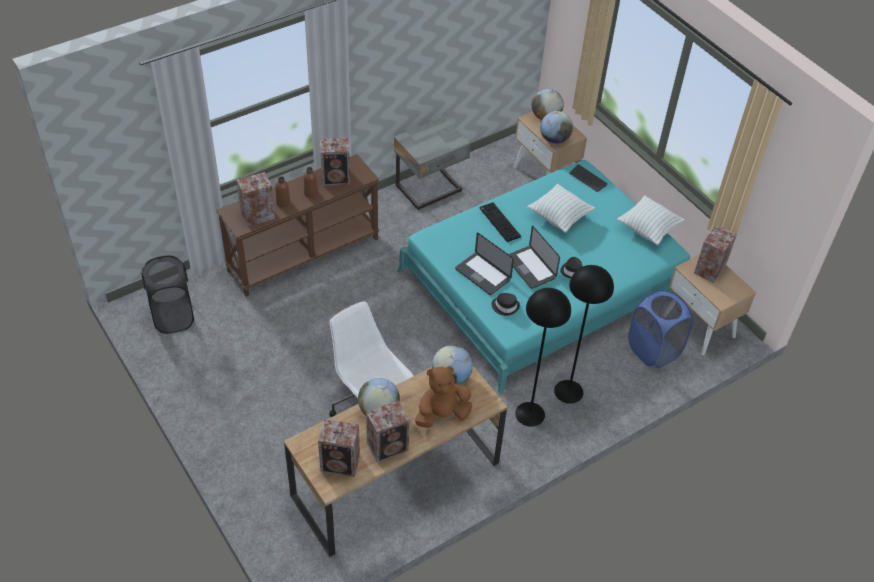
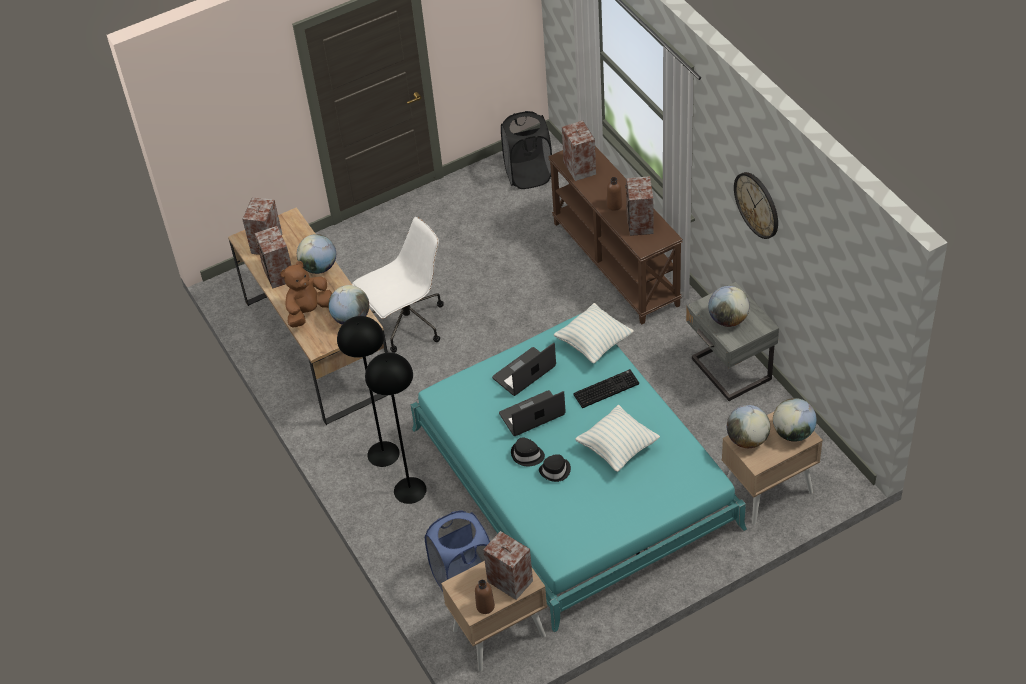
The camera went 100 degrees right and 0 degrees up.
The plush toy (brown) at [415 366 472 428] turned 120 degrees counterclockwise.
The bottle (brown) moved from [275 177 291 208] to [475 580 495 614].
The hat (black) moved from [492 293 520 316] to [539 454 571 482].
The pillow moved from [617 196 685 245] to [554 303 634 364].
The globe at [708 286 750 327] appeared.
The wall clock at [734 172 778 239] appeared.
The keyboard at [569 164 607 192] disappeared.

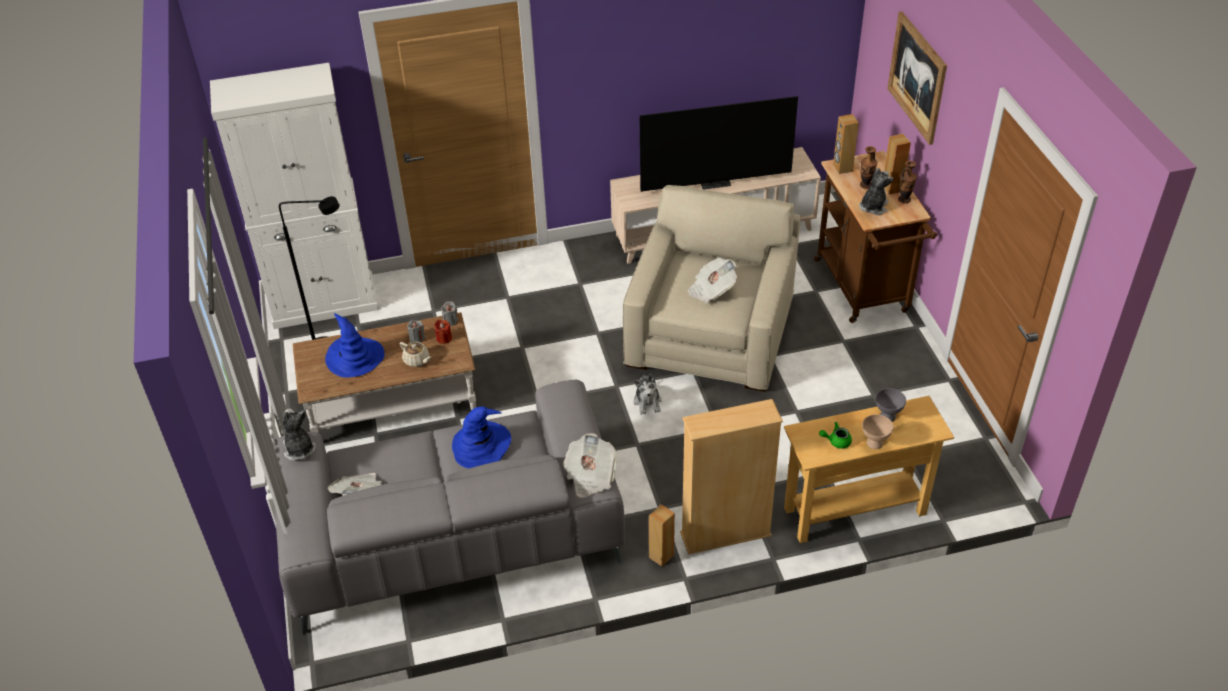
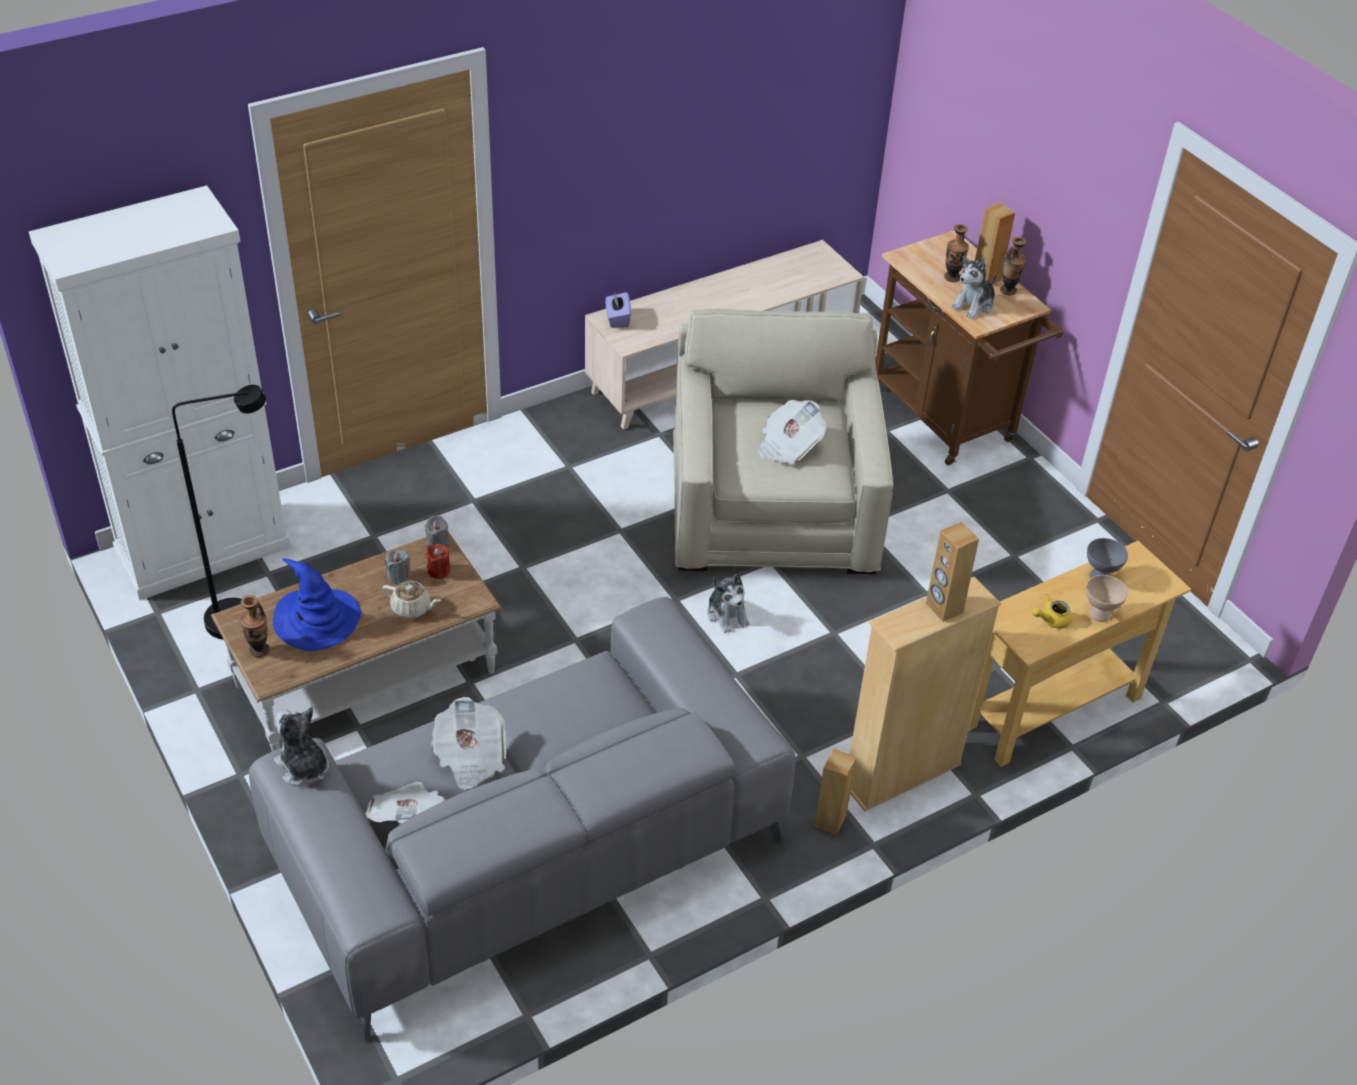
The camera went 20 degrees left and 0 degrees up.
The vase at [240 595 270 657] appeared.
The newspaper moved from [563 433 617 498] to [431 697 506 790].
The tissue box (purple) at [605 291 631 328] appeared.
The speaker (brown) moved from [833 114 859 174] to [926 522 979 621].
The plush toy at [859 168 894 215] turned 150 degrees counterclockwise.
The teapot (green) at [819 422 852 449] became the teapot (yellow) at [1032 594 1072 629].
The hat (blue) at [452 406 511 468] disappeared.
The television at [640 96 798 192] disappeared.
The picture at [887 11 947 145] disappeared.

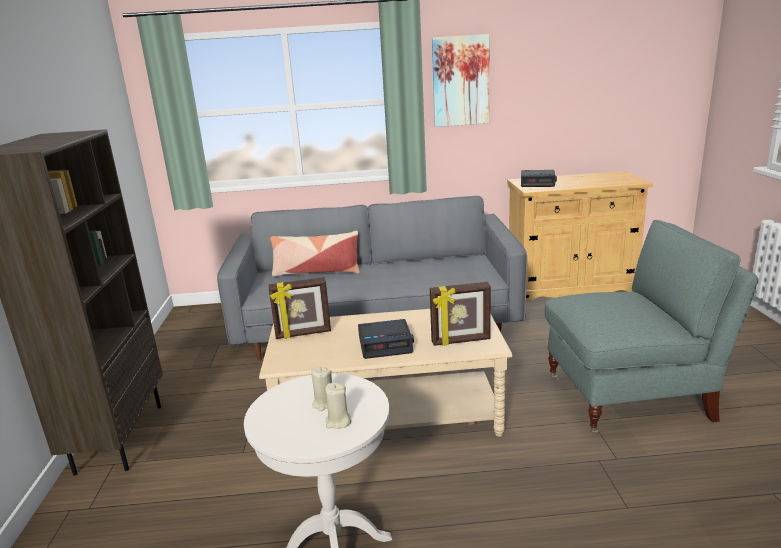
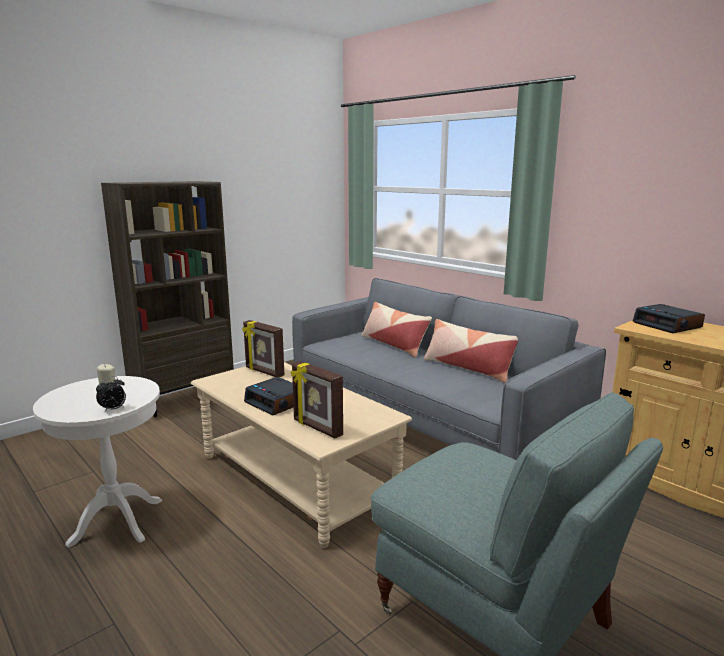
The camera went 50 degrees right and 5 degrees down.
The alarm clock at [96 376 126 412] appeared.
The pillow at [424 319 518 383] appeared.
The candle (beige) at [325 383 351 429] disappeared.
The picture at [432 34 489 127] disappeared.

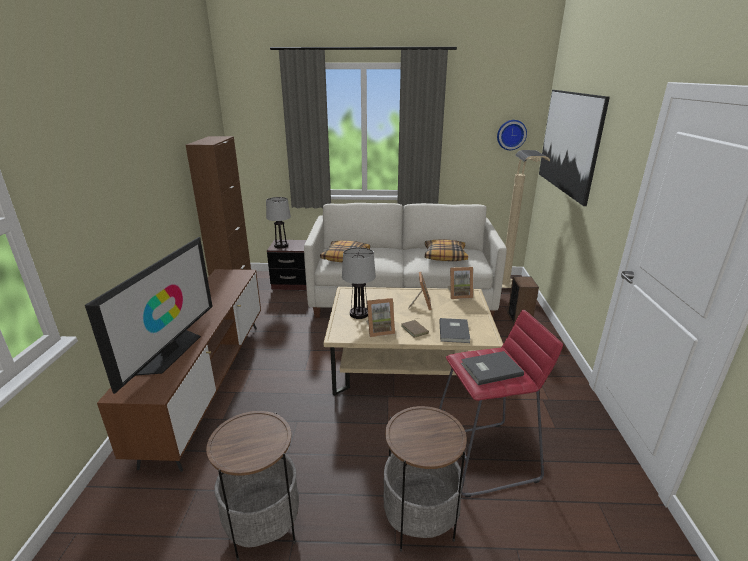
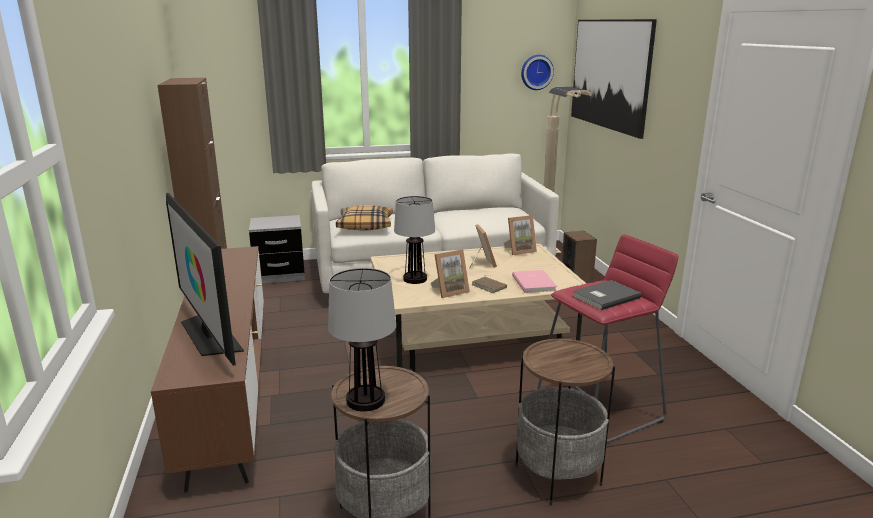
The camera went 15 degrees left and 5 degrees down.
The television at [85 237 213 394] turned 150 degrees clockwise.
The nightstand (brown) at [267 240 307 290] became the nightstand (grey) at [249 215 305 284].
The table lamp moved from [266 197 291 249] to [328 268 396 412].
The book (grey) at [439 318 470 343] became the book (pink) at [512 270 557 293].
The pillow at [425 240 468 261] disappeared.

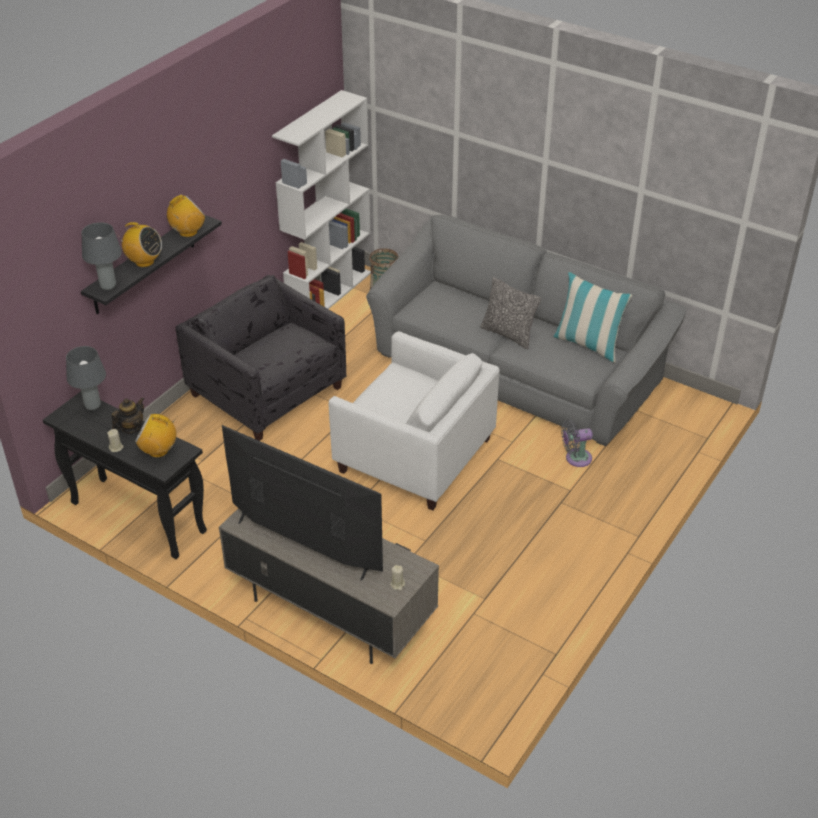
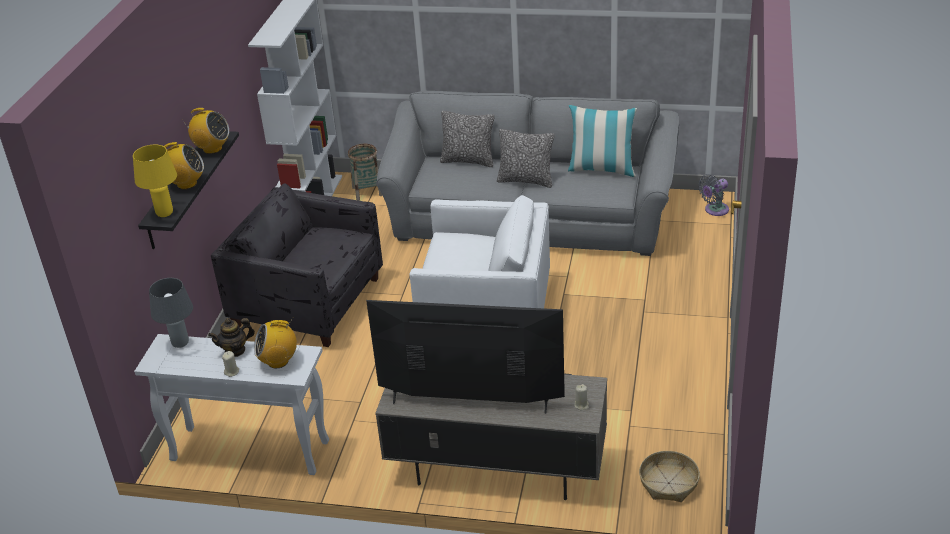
The camera went 20 degrees left and 5 degrees down.
The table lamp (grey) at [82 222 122 290] became the table lamp (yellow) at [133 145 177 217].
The console table (black) at [43 391 207 559] became the console table (white) at [134 334 329 475].
The radio at [167 195 205 237] turned 75 degrees clockwise.
The teapot at [111 397 144 434] turned 135 degrees counterclockwise.
The pillow at [440 111 495 167] appeared.
The basket at [639 451 700 502] appeared.
The fan (grey) moved from [561 420 593 467] to [698 174 729 216].

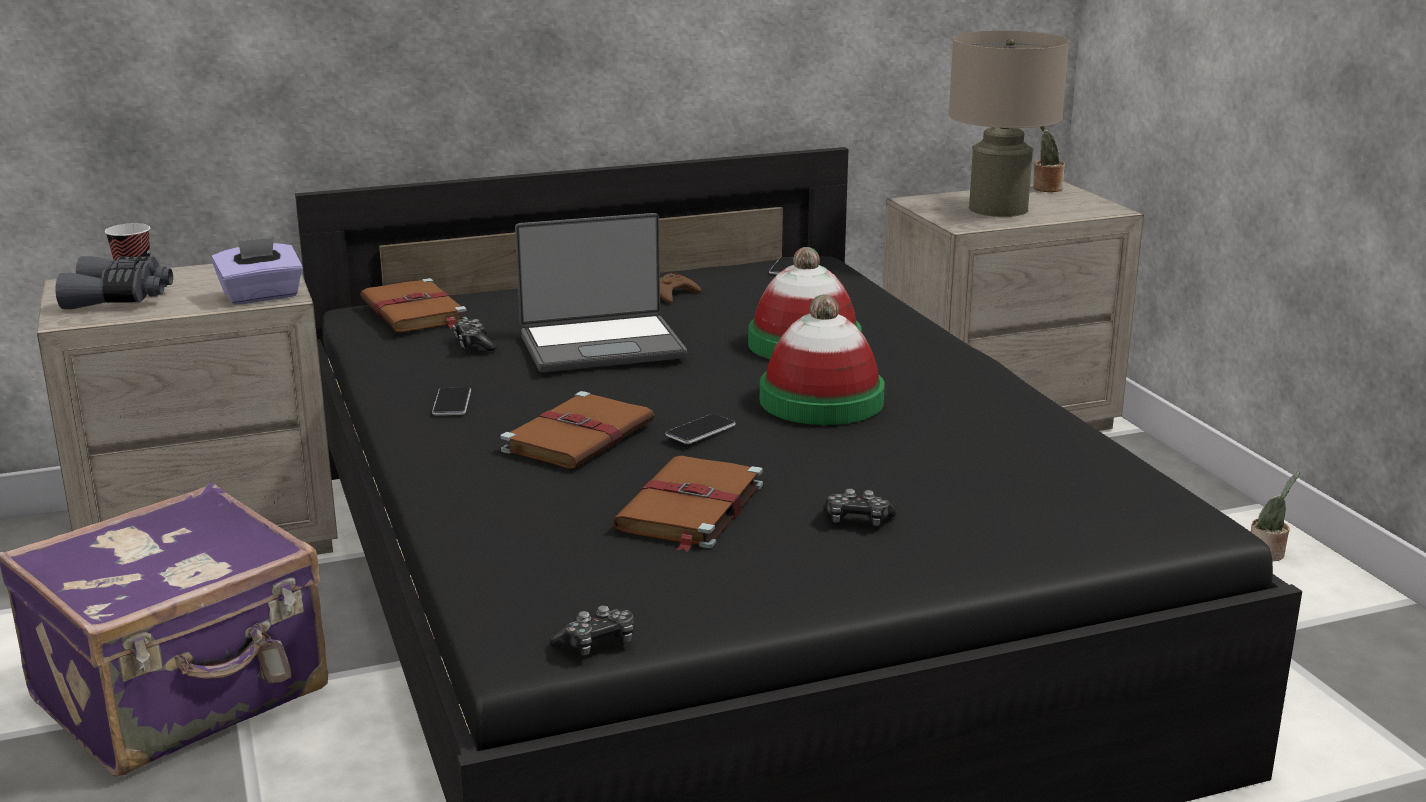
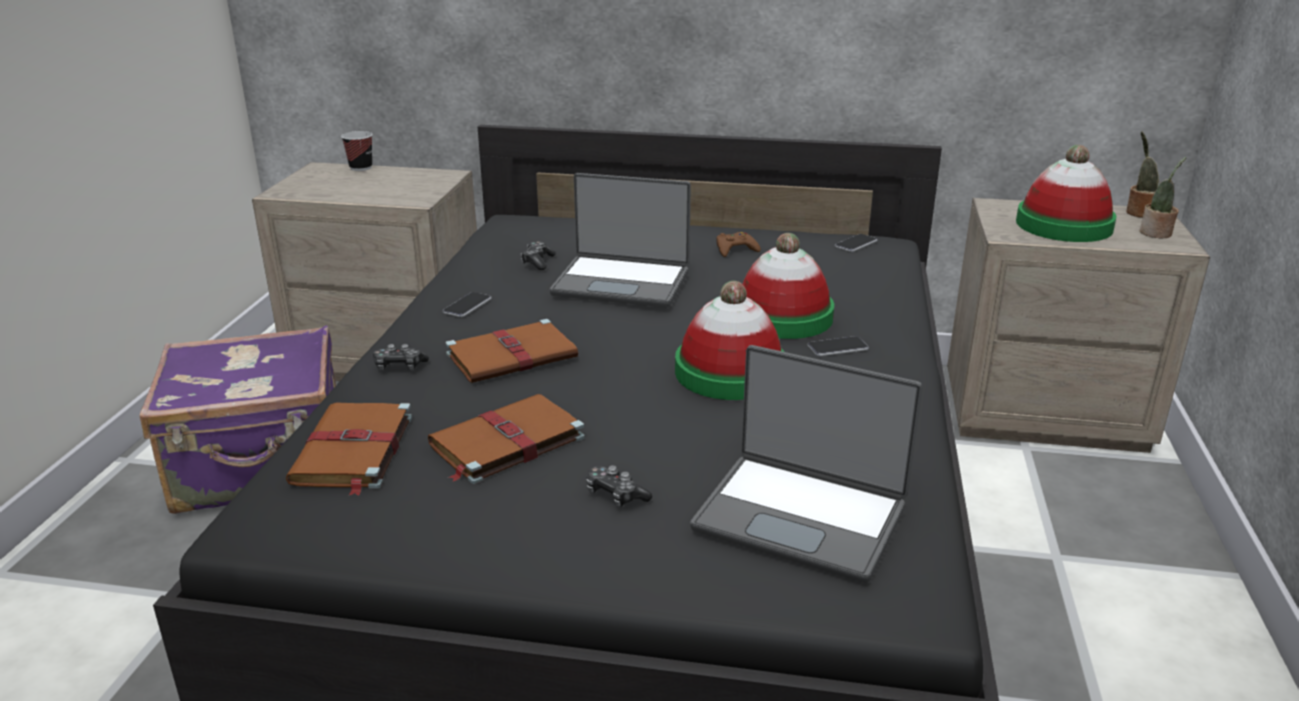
The camera went 30 degrees right and 5 degrees up.
The book (brown) moved from [360 278 468 332] to [286 402 412 496].
The game controller moved from [550 605 634 656] to [373 344 429 370].
The laptop at [690 345 922 583] appeared.
The phone moved from [666 414 735 444] to [807 336 869 356].
The table lamp (beige) at [948 31 1069 217] was replaced by the hat at [1016 145 1116 242].
The potted plant moved from [1251 471 1300 561] to [1140 157 1187 238].
The binoculars (grey) at [55 256 173 309] disappeared.
The tissue box (purple) at [211 237 303 305] disappeared.

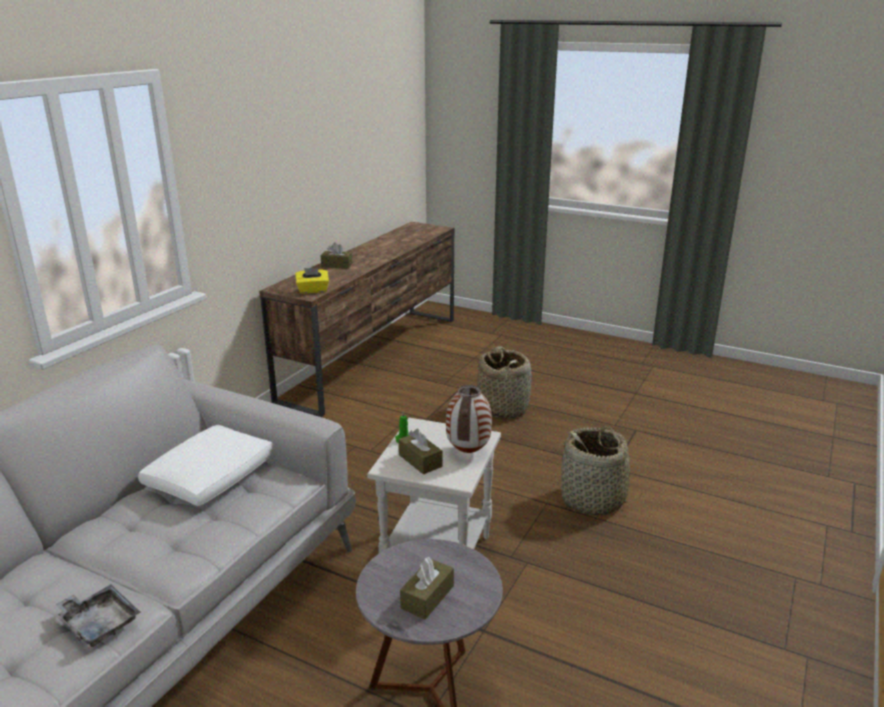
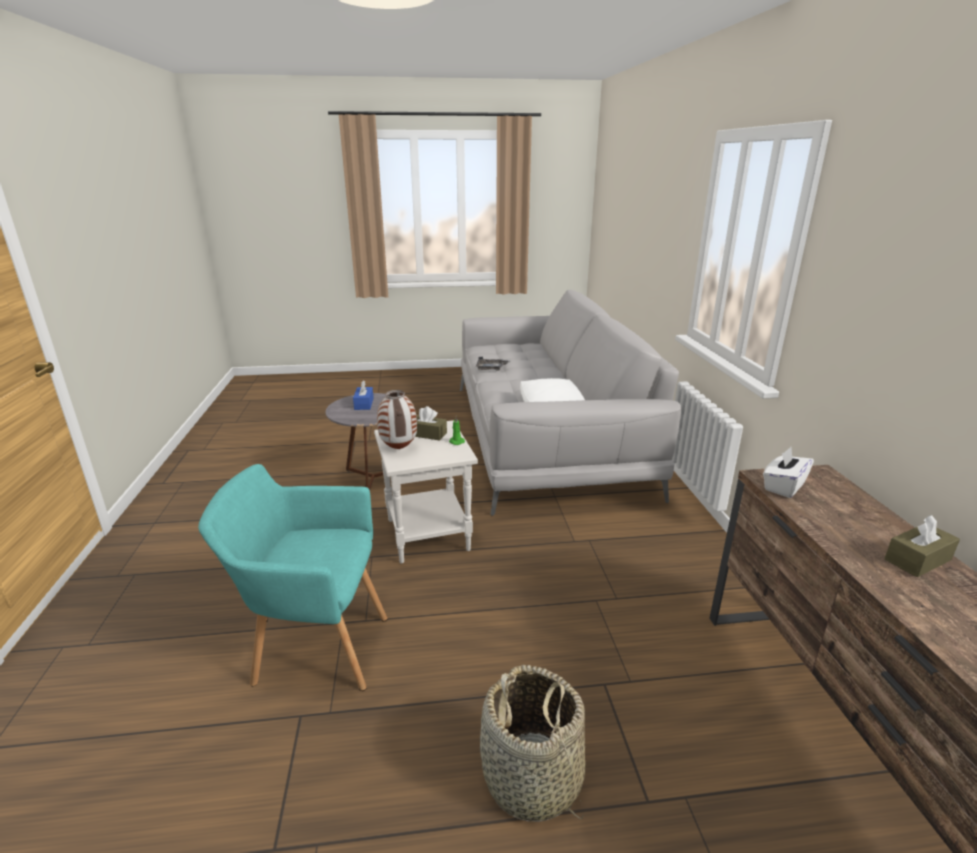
The camera went 145 degrees right and 0 degrees up.
The basket at [555 426 643 515] was replaced by the armchair (turquoise) at [198 464 388 691].
The tissue box (brown) at [400 557 454 619] became the tissue box (blue) at [353 380 374 410].
The tissue box (yellow) at [295 268 329 294] became the tissue box (white) at [763 447 814 498].

